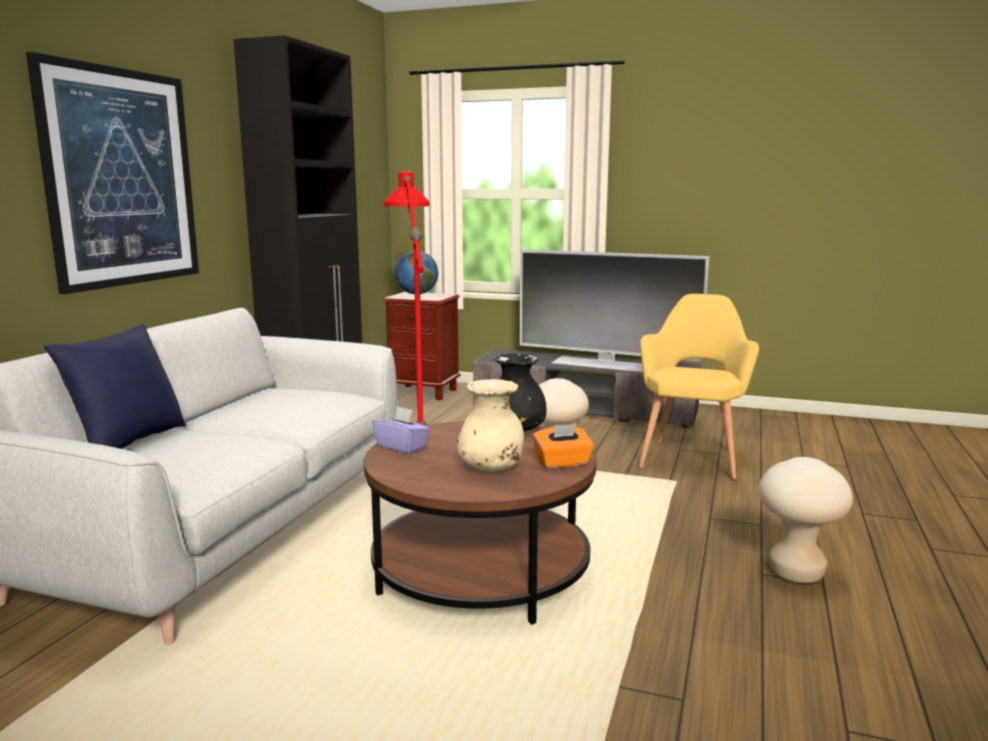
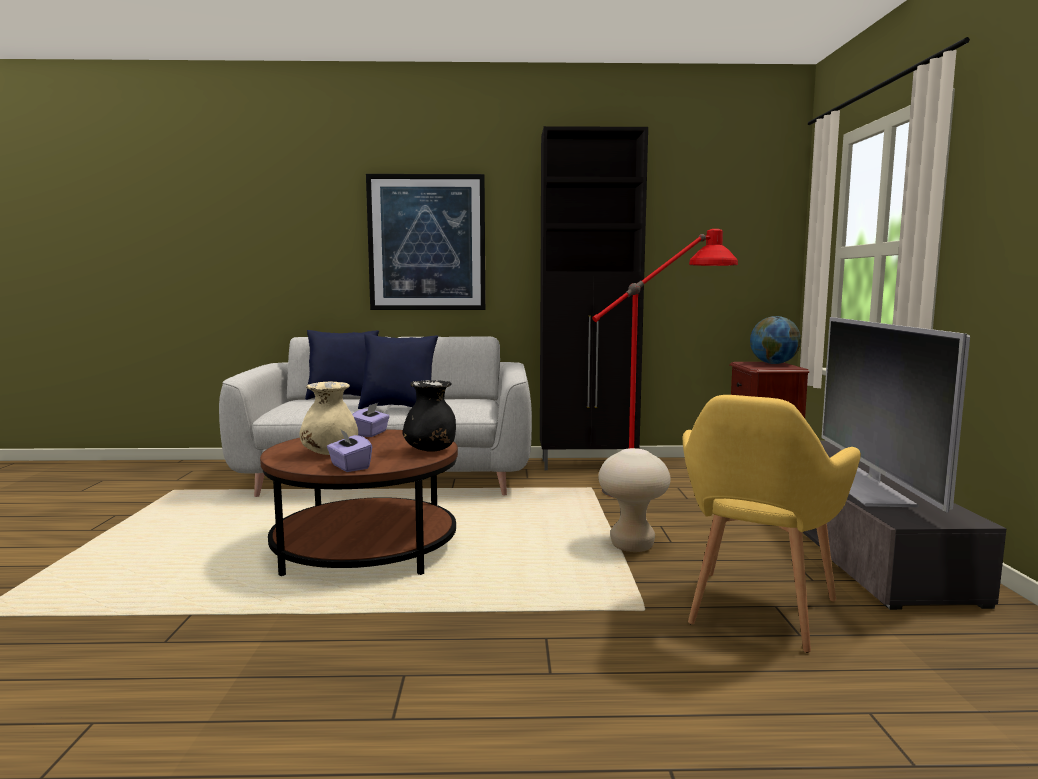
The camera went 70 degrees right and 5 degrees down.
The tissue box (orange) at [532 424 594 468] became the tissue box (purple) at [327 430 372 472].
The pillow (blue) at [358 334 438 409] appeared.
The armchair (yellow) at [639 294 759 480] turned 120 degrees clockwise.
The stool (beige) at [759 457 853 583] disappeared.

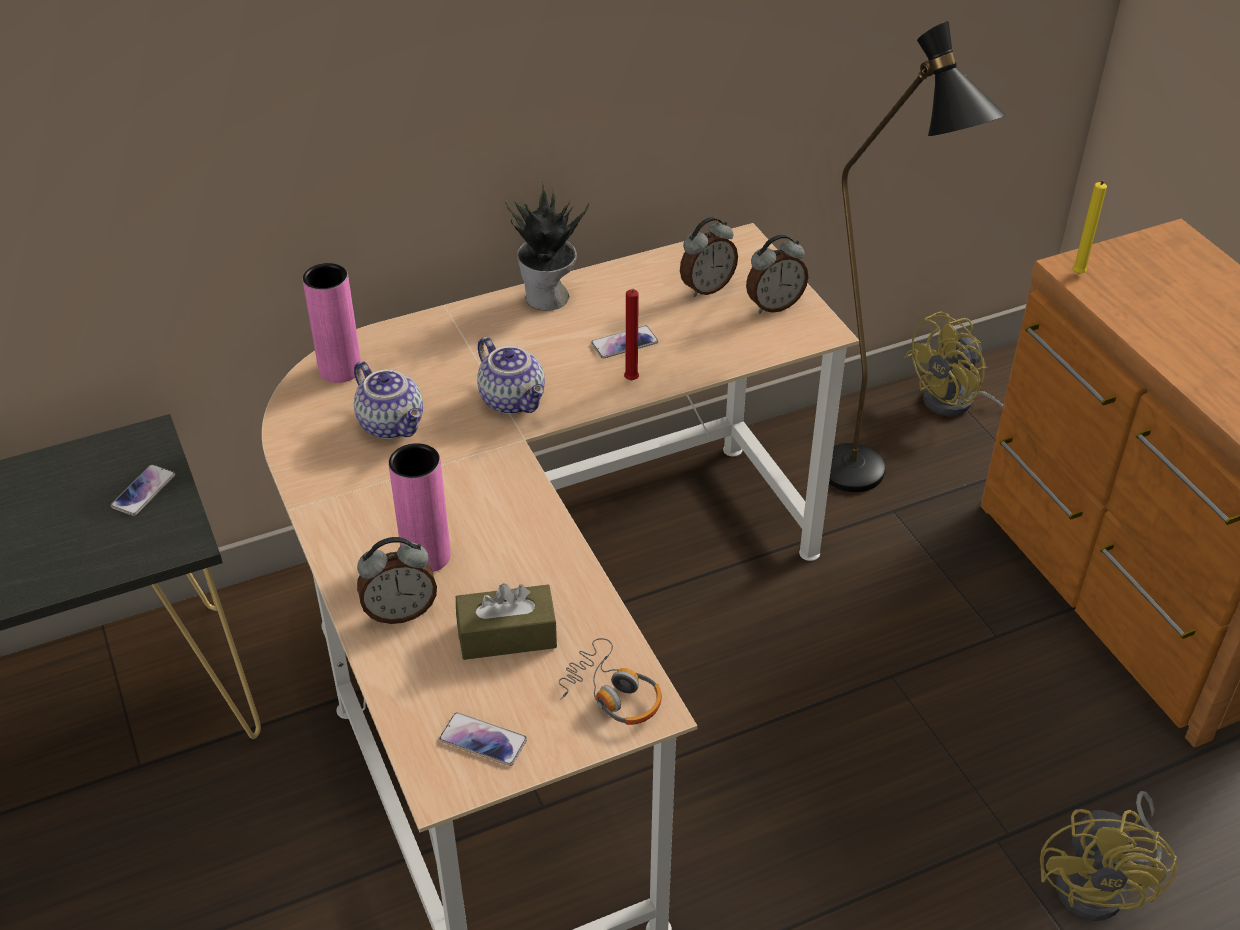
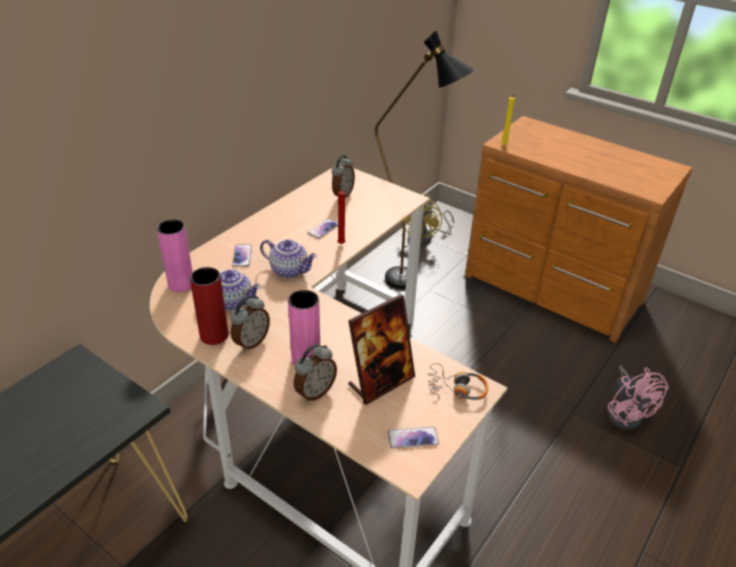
The camera went 30 degrees left and 5 degrees down.
The vase (red) at [190 267 228 345] appeared.
The alarm clock moved from [746 235 808 313] to [230 296 270 352].
The phone moved from [111 465 175 516] to [232 244 252 267].
The tissue box (brown) at [456 583 557 660] was replaced by the picture frame at [348 294 415 405].
The fan (yellow) at [1040 791 1177 921] became the fan (pink) at [607 365 669 430].
The potted plant at [505 181 589 311] disappeared.

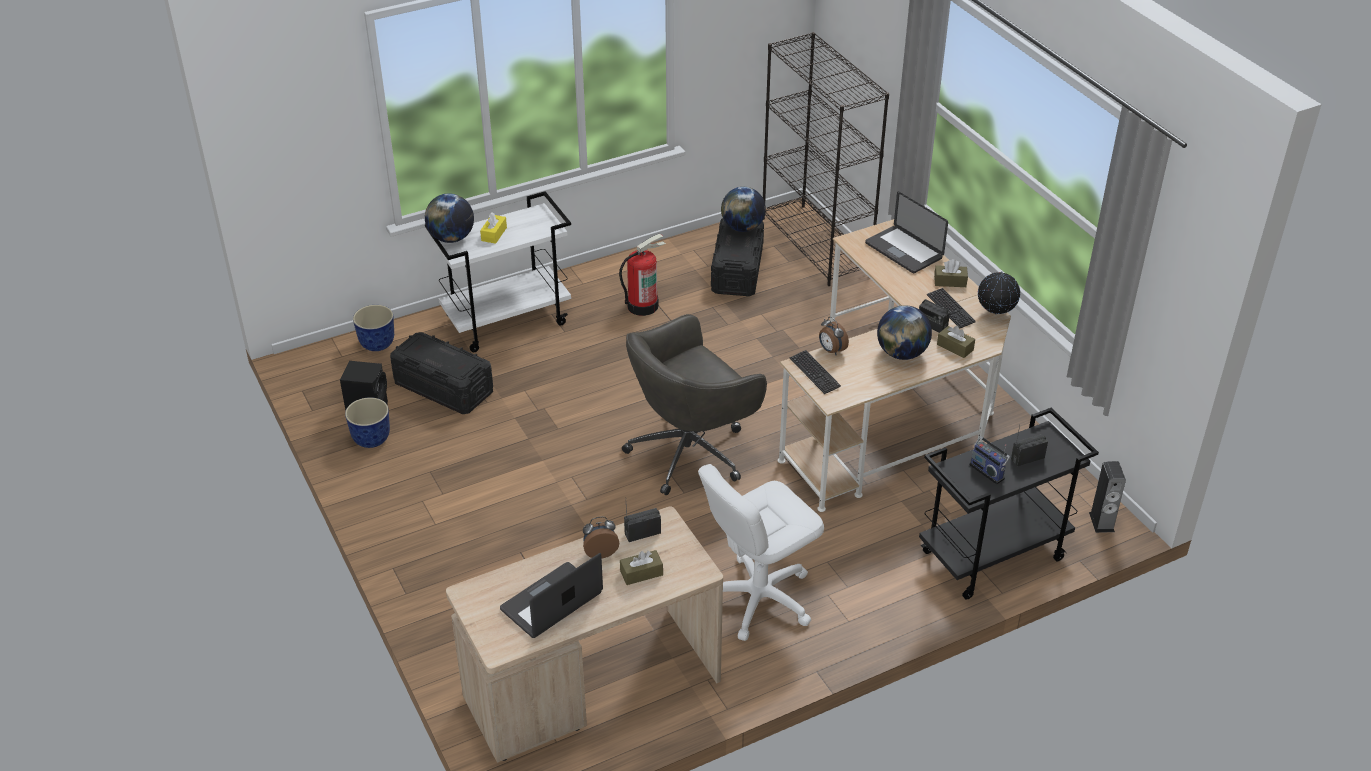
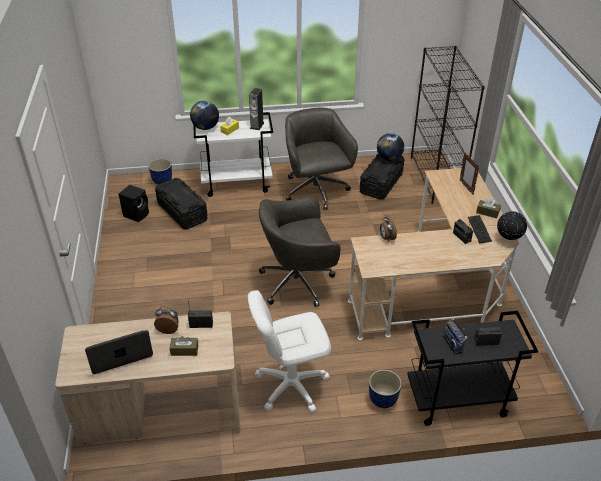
The camera went 20 degrees right and 0 degrees up.
The speaker moved from [1089 461 1126 533] to [249 88 264 130].
The fire extinguisher at [619 234 666 316] was replaced by the office chair (grey) at [285 107 358 210].
The planter moved from [345 397 390 448] to [369 370 402 408].
The laptop at [865 191 948 273] was replaced by the picture frame at [460 152 479 195].
The keyboard at [790 350 841 394] disappeared.
The globe at [877 305 932 360] disappeared.
The tissue box (brown) at [937 326 975 358] disappeared.

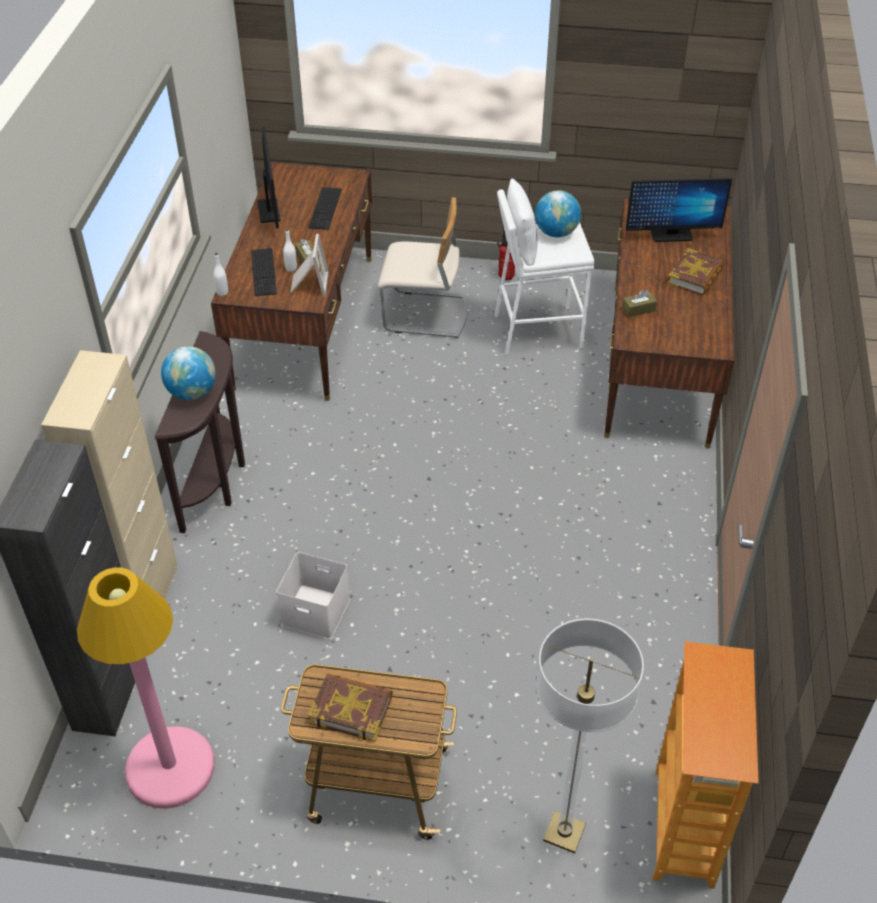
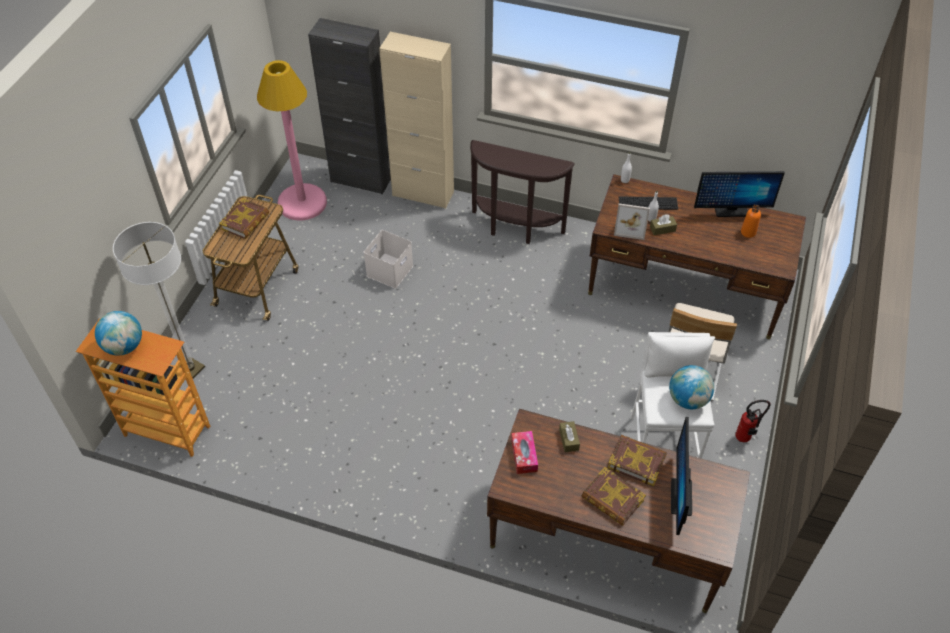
The camera went 100 degrees right and 5 degrees up.
The globe moved from [161 346 216 400] to [95 311 142 356].
The tissue box at [511 431 538 474] appeared.
The book at [608 435 667 486] appeared.
The bottle (orange) at [741 205 761 238] appeared.
The keyboard at [309 187 342 230] disappeared.

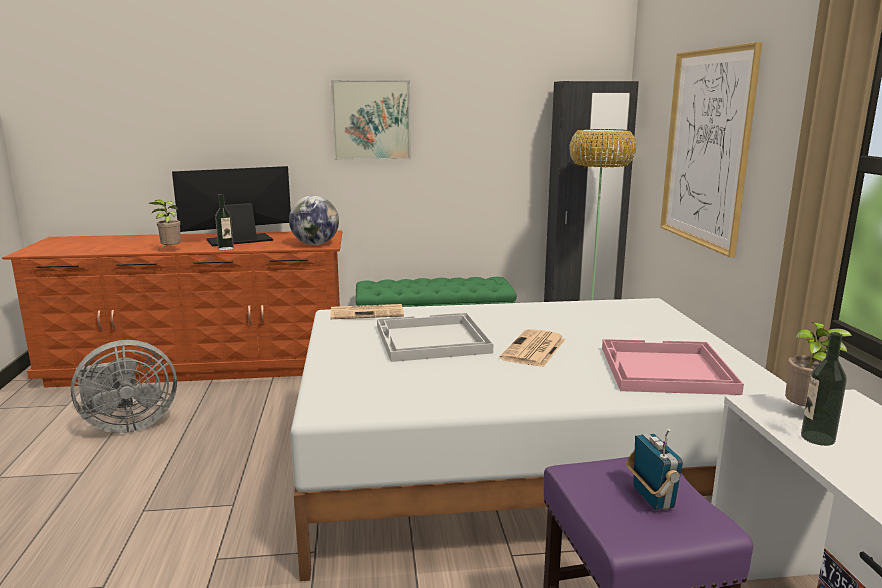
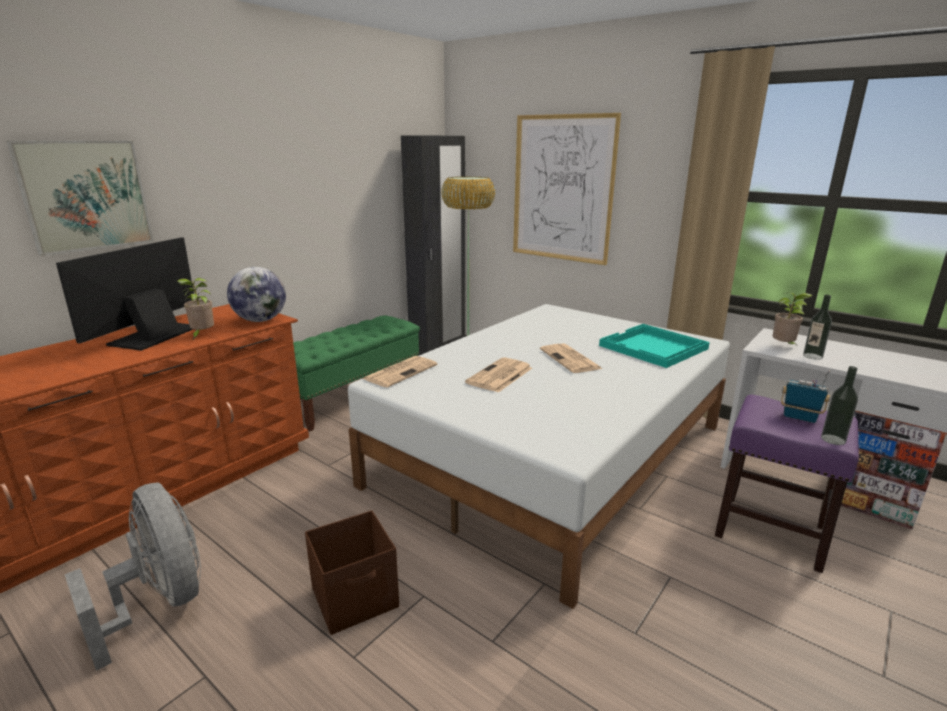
The camera went 45 degrees left and 5 degrees up.
The picture moved from [331 80 411 160] to [6 140 154 256].
The fan (grey) at [71 340 177 433] turned 60 degrees counterclockwise.
The potted plant moved from [148 200 181 253] to [177 278 214 339].
The storage box (brown) at [305 510 399 635] appeared.
The tray (white) at [377 313 493 362] was replaced by the newspaper at [465 357 532 393].
The tray (pink) at [602 339 744 395] became the tray (turquoise) at [599 324 710 368].
The bottle moved from [215 194 234 250] to [821 366 858 445].

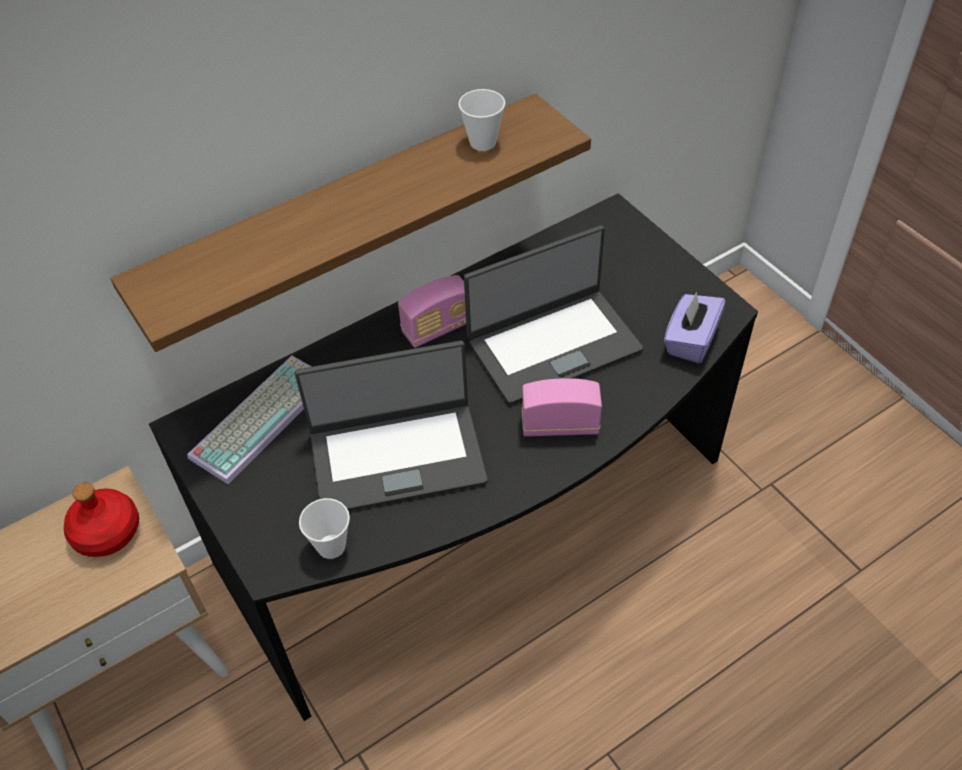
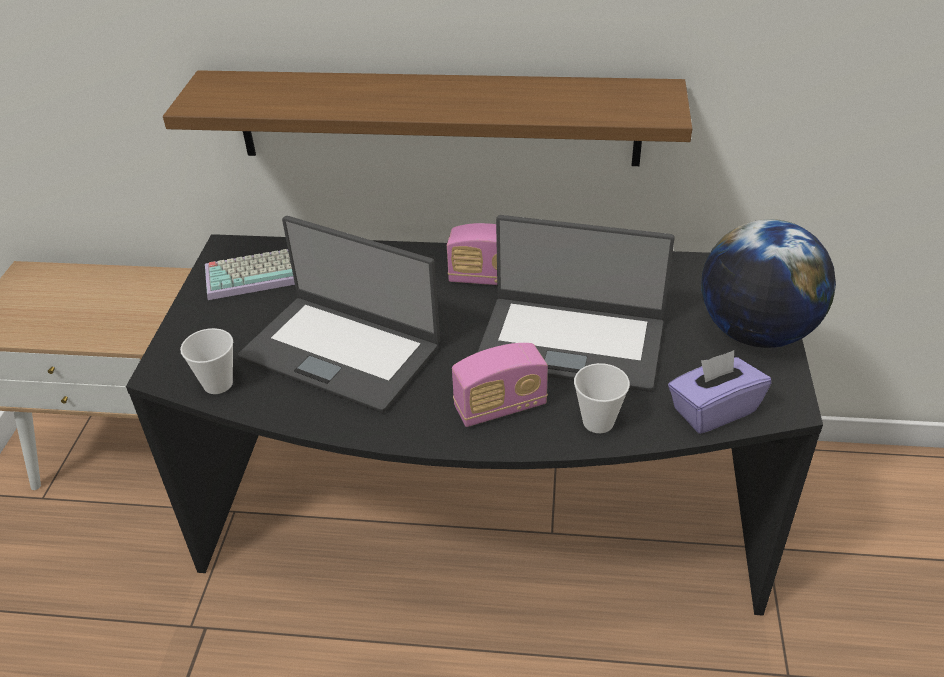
The camera went 40 degrees right and 10 degrees down.
The radio at [522 378 602 437] turned 120 degrees clockwise.
The cup moved from [458 89 505 151] to [574 363 630 433].
The globe at [701 219 836 348] appeared.
The bottle (red) at [64 482 139 557] disappeared.

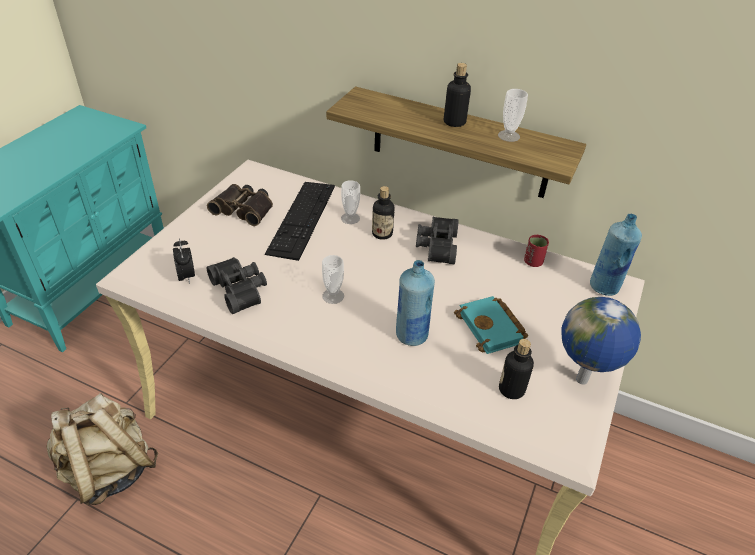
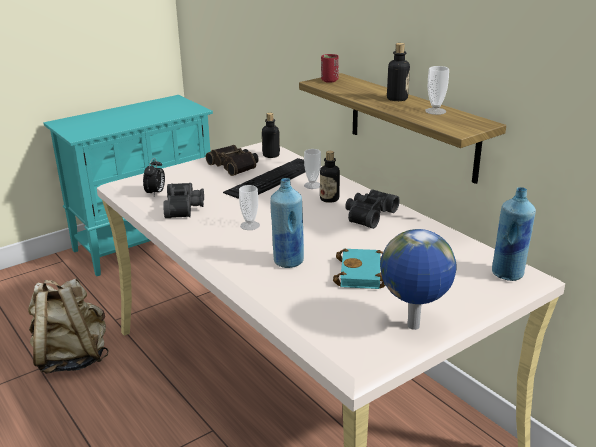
The camera went 30 degrees right and 15 degrees down.
The bottle moved from [499 339 534 399] to [262 113 280 158].
The cup (red) moved from [524 235 549 267] to [321 54 339 83].

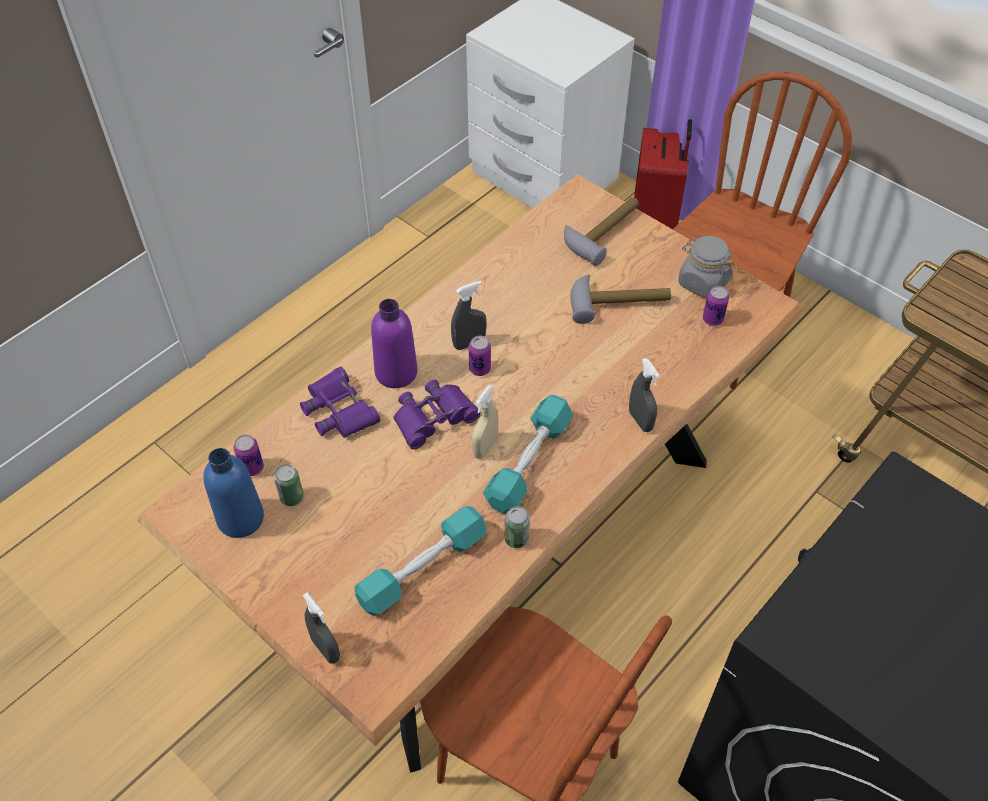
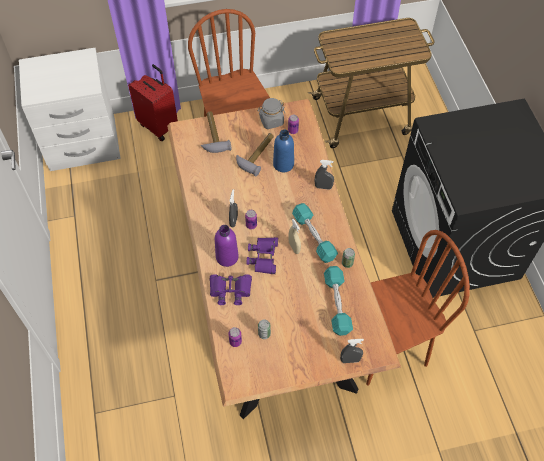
The camera went 55 degrees left and 5 degrees up.
The bottle (blue) moved from [203 448 264 538] to [273 129 294 172].

